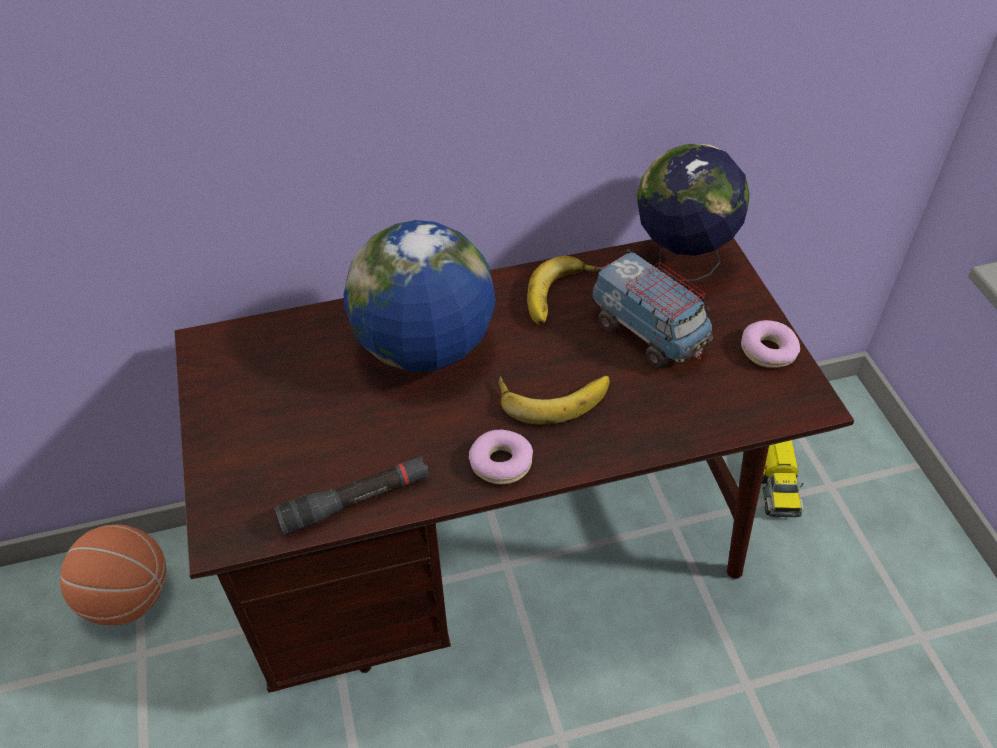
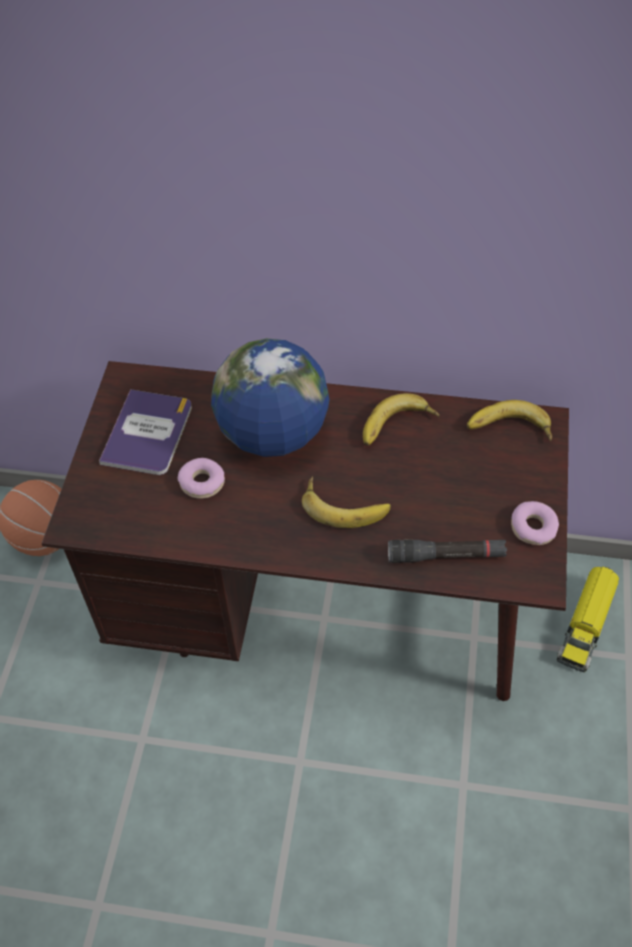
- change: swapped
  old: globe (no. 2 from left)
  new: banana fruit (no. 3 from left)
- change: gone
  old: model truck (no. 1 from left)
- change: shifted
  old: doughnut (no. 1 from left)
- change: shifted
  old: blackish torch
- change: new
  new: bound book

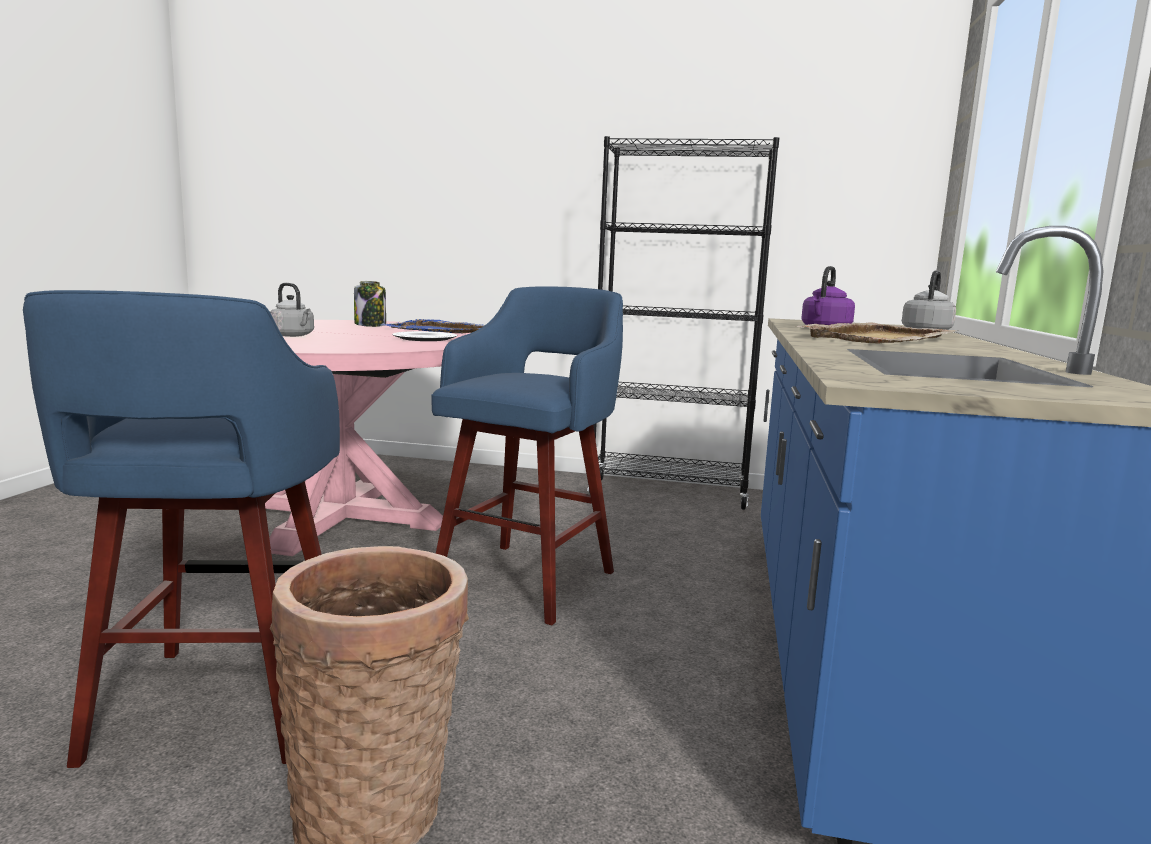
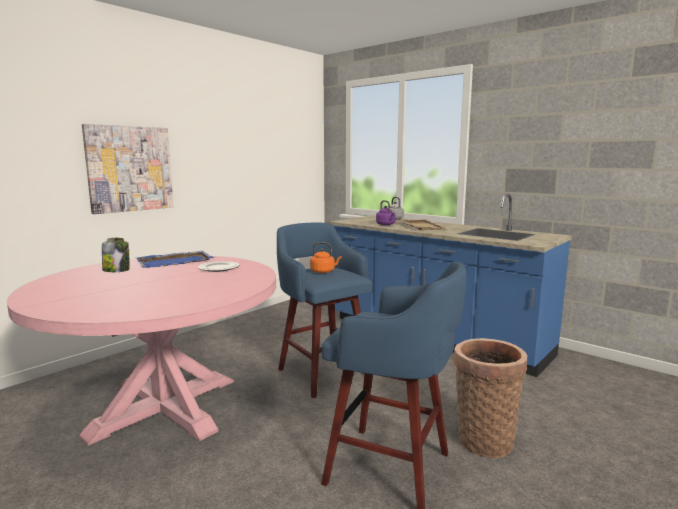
- change: gone
  old: blackish bookshelf
- change: gone
  old: gray tea kettle (no. 1 from left)
- change: new
  new: picture
- change: new
  new: orangey tea kettle

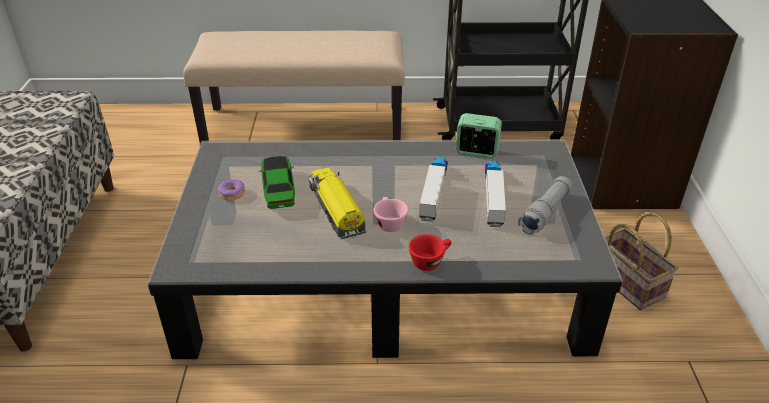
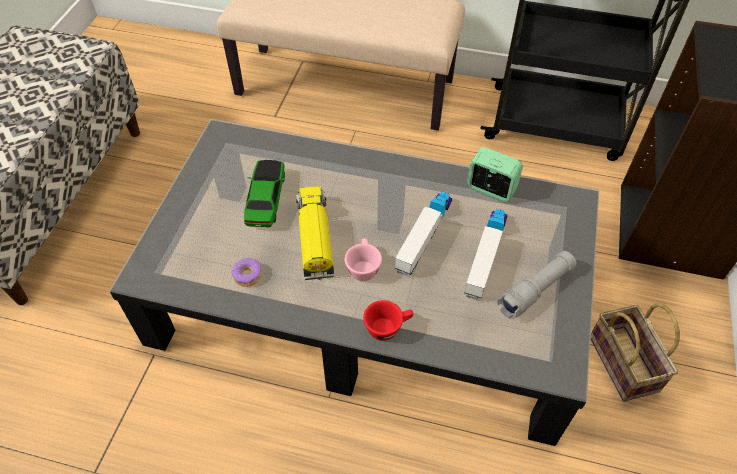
- change: shifted
  old: doughnut

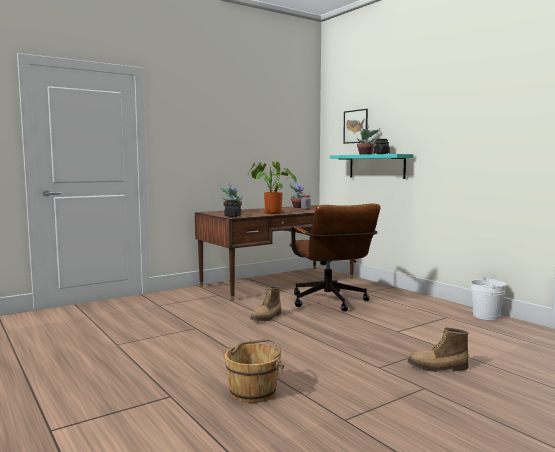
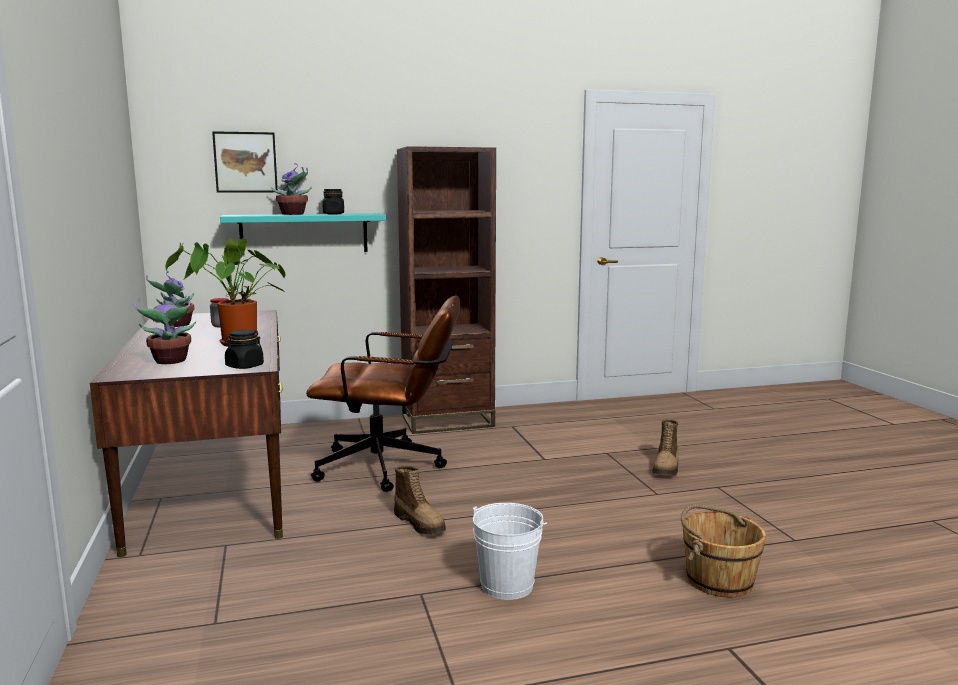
- change: shifted
  old: white-coloured water bucket
- change: new
  new: brown-coloured bookshelf

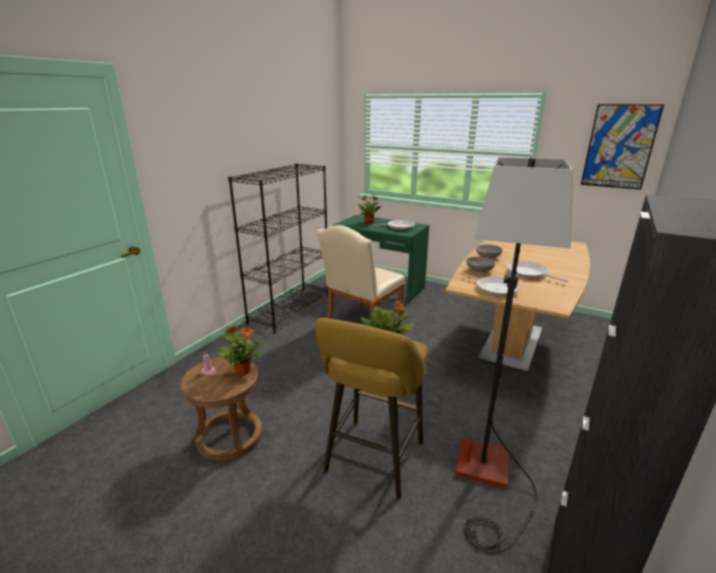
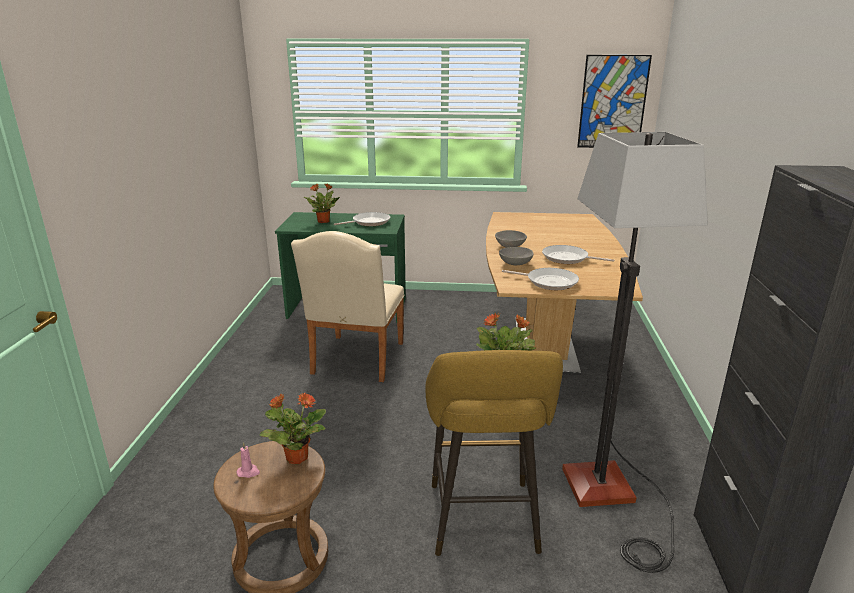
- change: gone
  old: blackish bookshelf

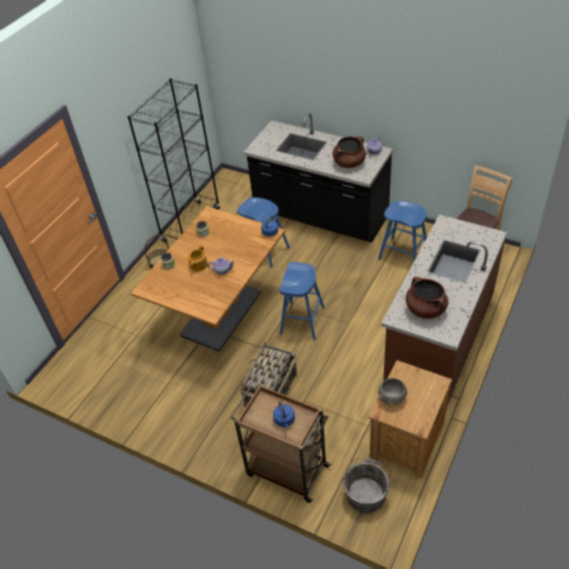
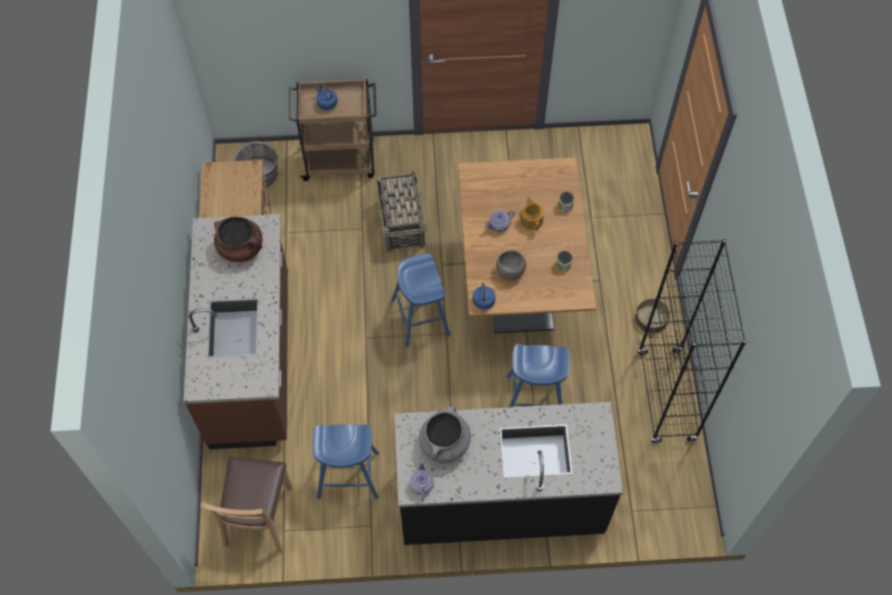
- change: repainted
  old: brown-coloured saucepot (no. 1 from left)
  new: gray saucepot
- change: shifted
  old: gray deep dish

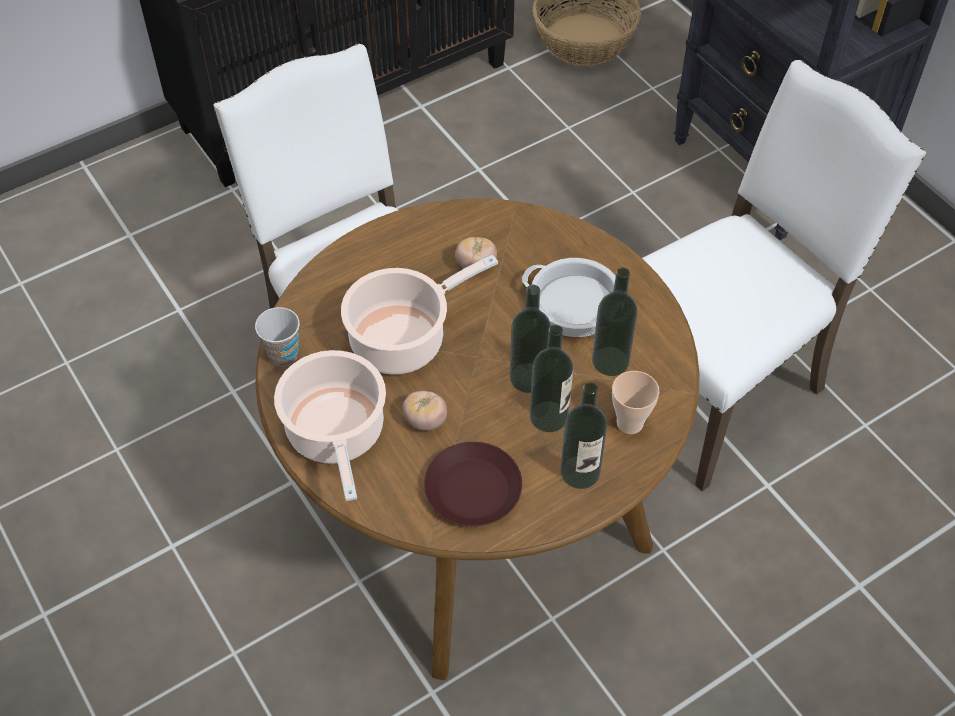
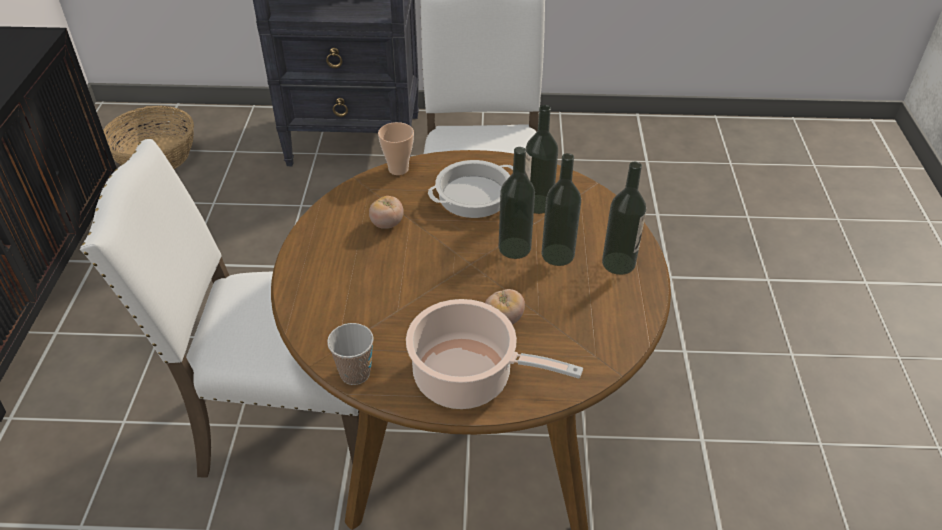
- change: gone
  old: saucepot (no. 2 from left)
- change: shifted
  old: drinking cup (no. 2 from left)
- change: gone
  old: brown-coloured flat dish

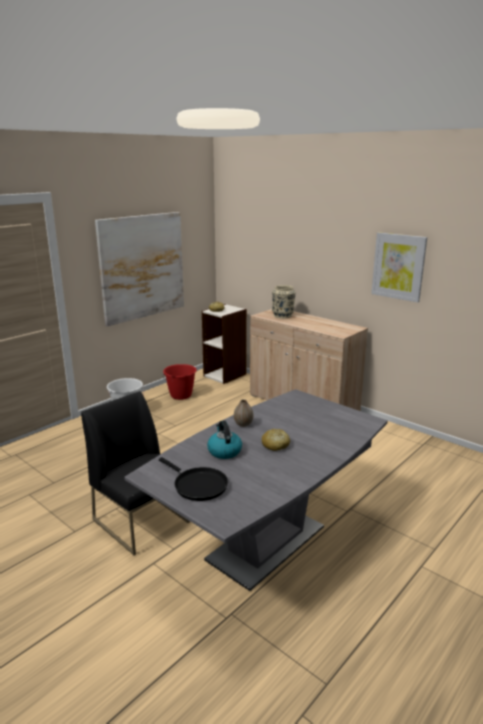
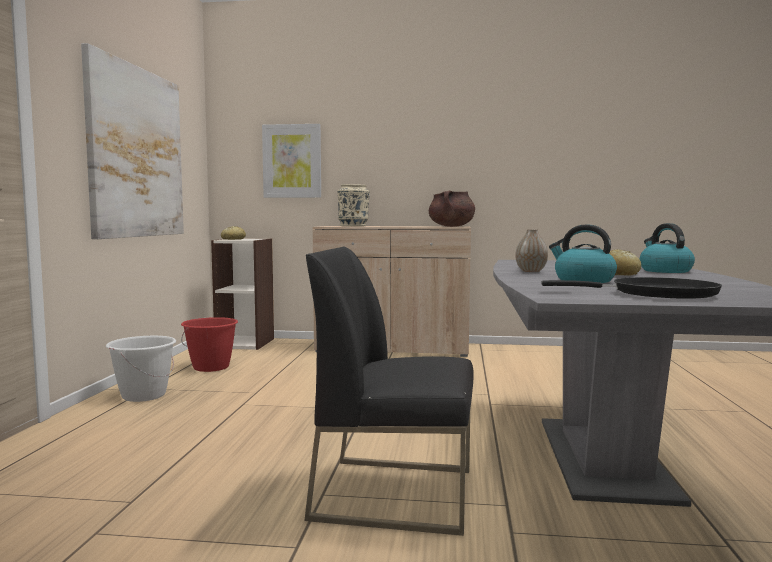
- change: shifted
  old: picture (no. 2 from left)
- change: new
  new: brown-coloured saucepot
- change: new
  new: tea kettle (no. 2 from left)

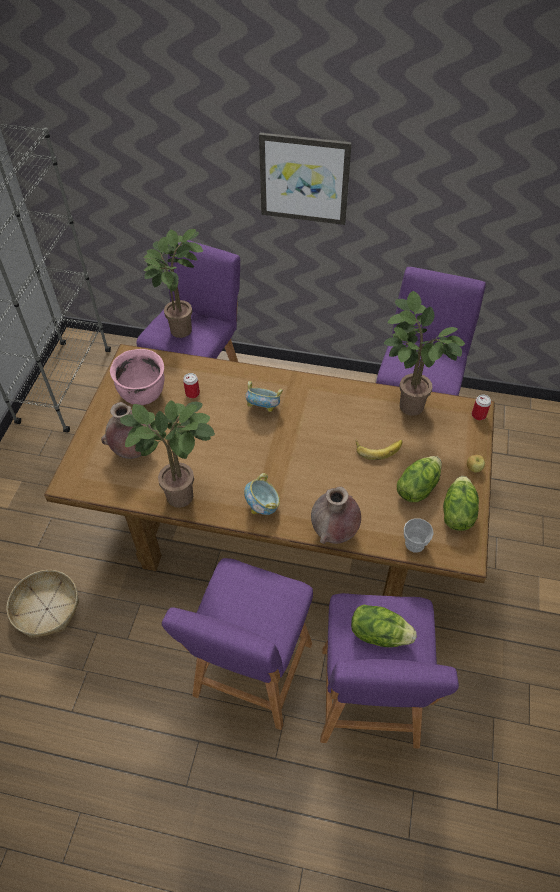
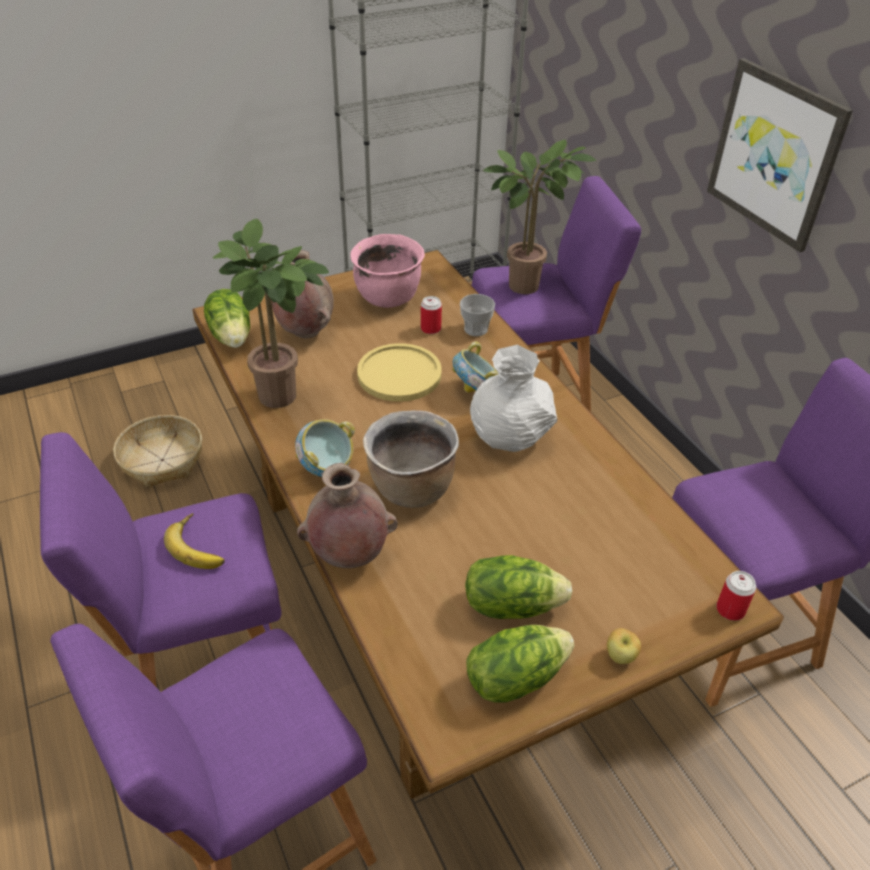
- change: gone
  old: houseplant (no. 3 from left)
- change: shifted
  old: banana fruit
- change: shifted
  old: drinking cup
- change: shifted
  old: head of lettuce (no. 1 from left)
- change: new
  new: yellowish flat dish
- change: new
  new: white-coloured decorative vase
- change: new
  new: brown-coloured saucepot

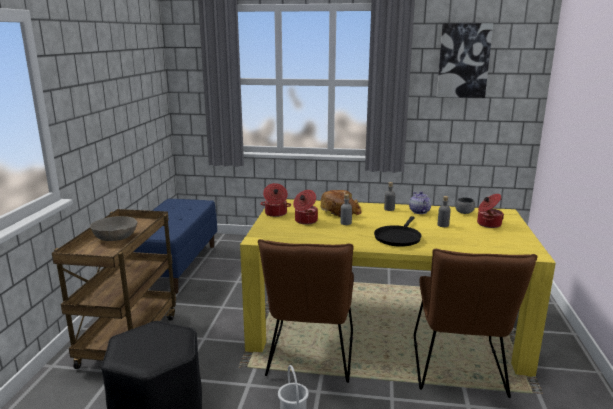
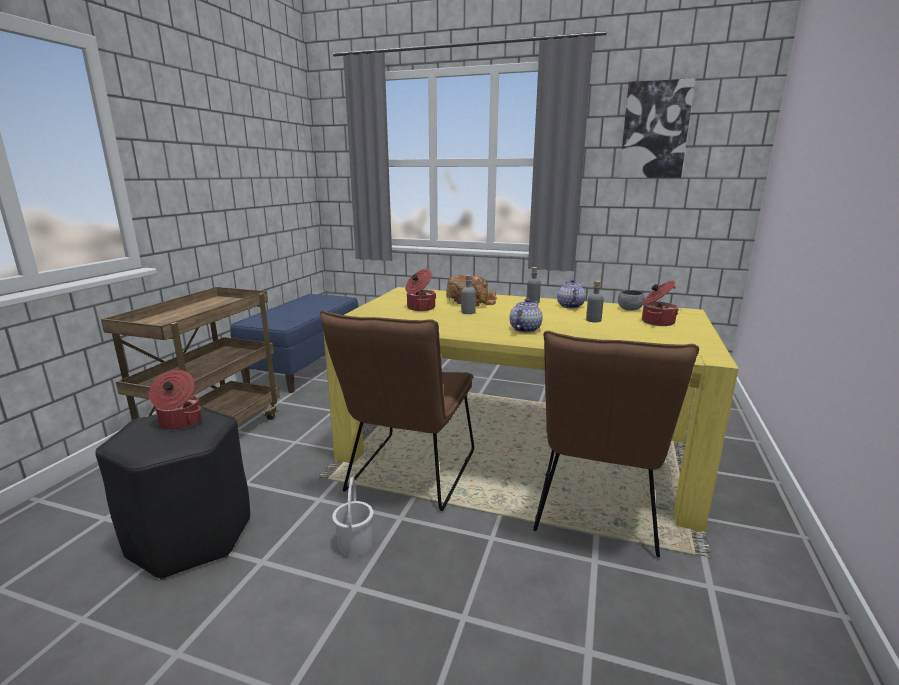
- change: shifted
  old: saucepot (no. 1 from left)
- change: gone
  old: gray deep dish (no. 1 from left)
- change: swapped
  old: blackish pan
  new: tea pot (no. 1 from left)

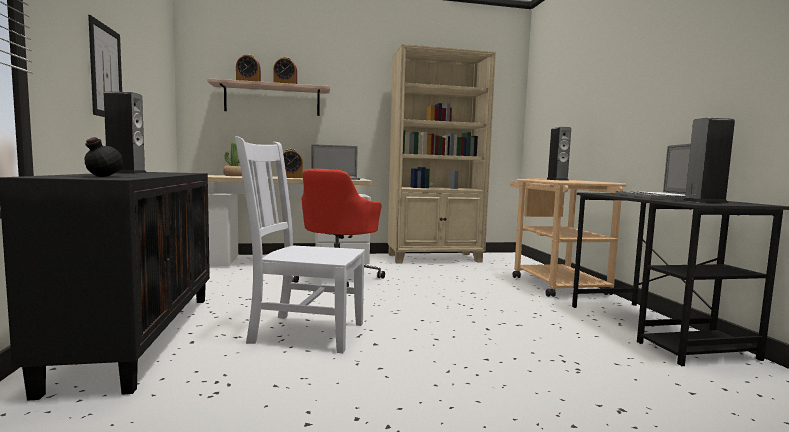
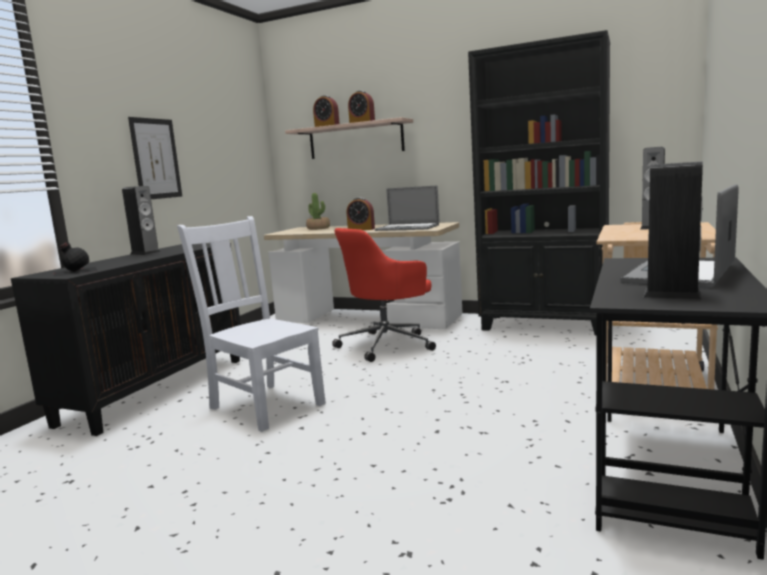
- change: repainted
  old: sand-coloured bookshelf
  new: blackish bookshelf

